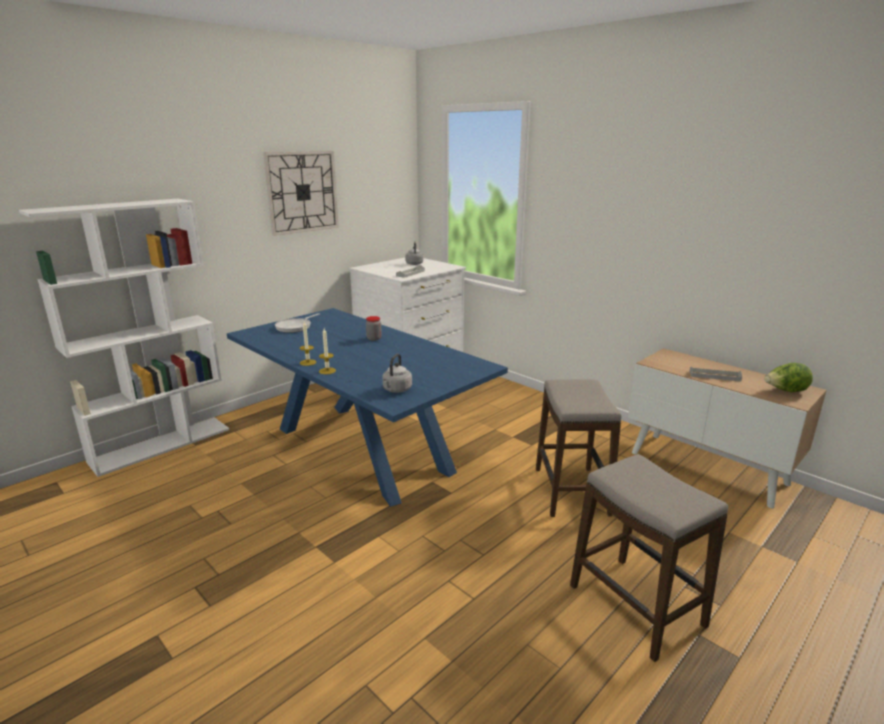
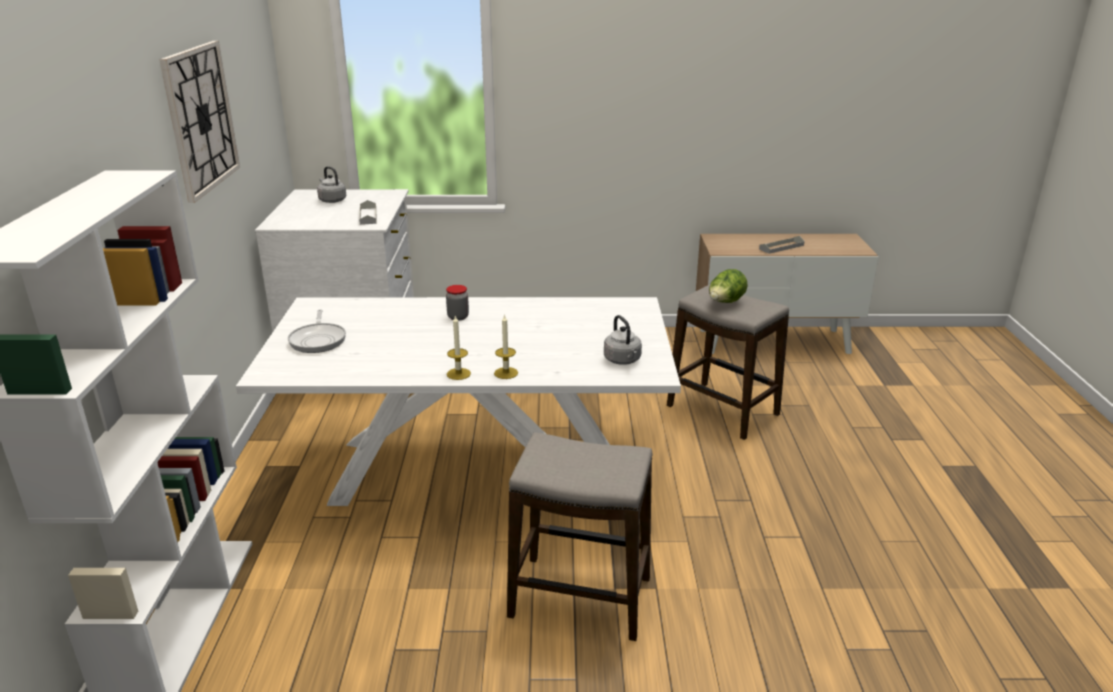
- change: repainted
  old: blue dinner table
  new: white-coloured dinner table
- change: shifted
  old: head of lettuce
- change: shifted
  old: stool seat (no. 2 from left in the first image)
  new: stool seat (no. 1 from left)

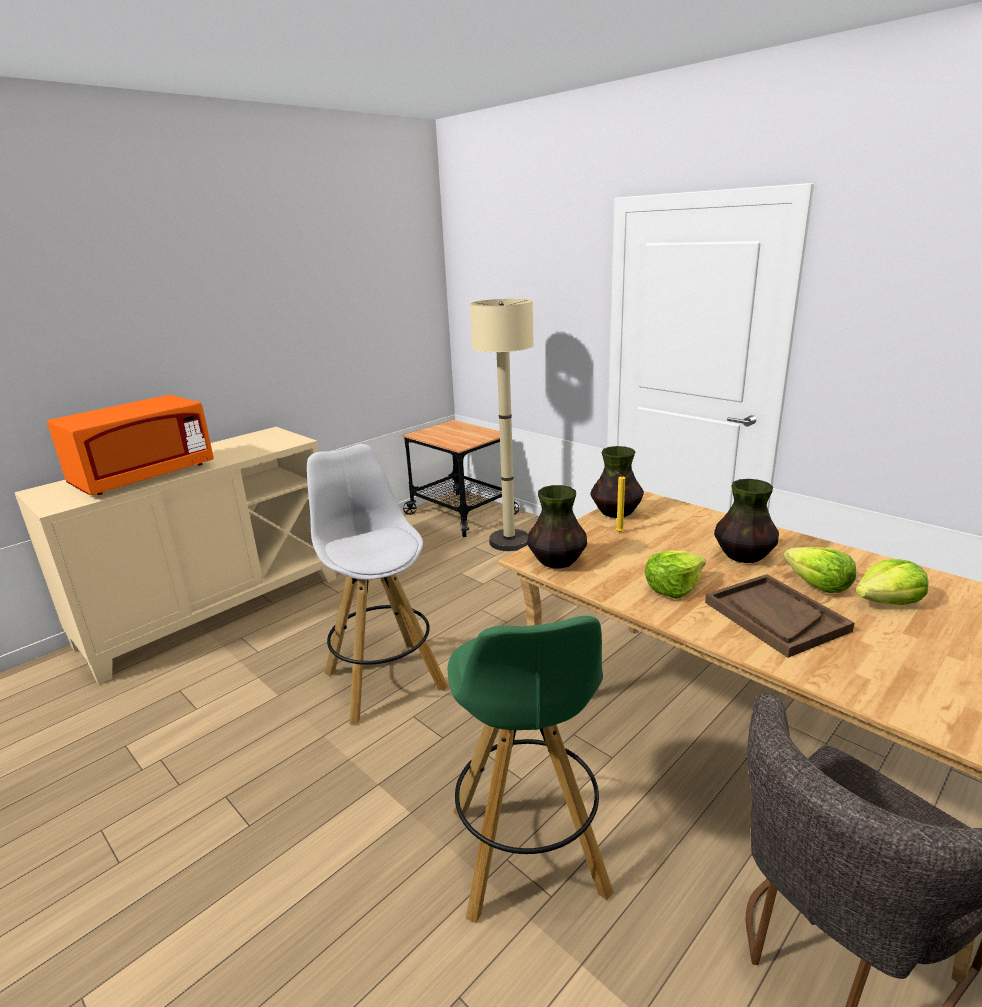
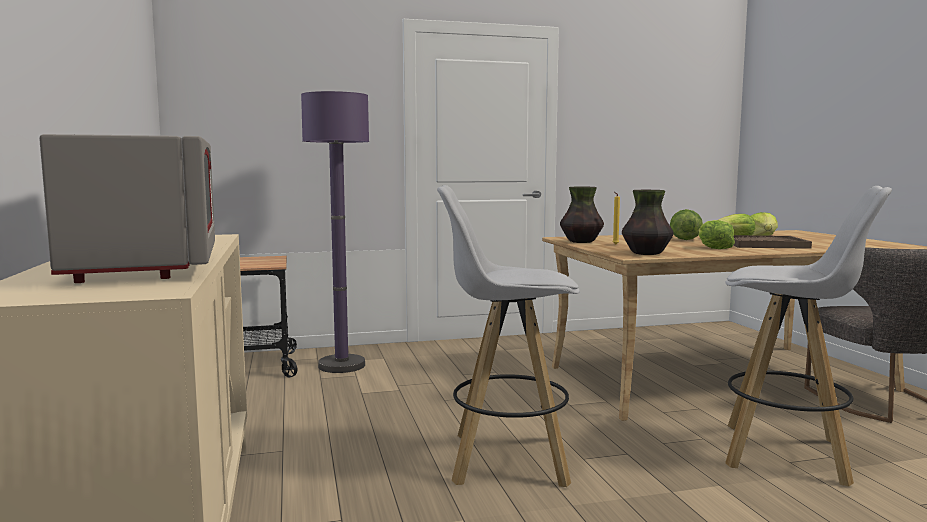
- change: repainted
  old: sand-coloured standard lamp
  new: purple-coloured standard lamp
- change: repainted
  old: orangey microwave oven
  new: gray microwave oven
- change: swapped
  old: decorative vase (no. 3 from left)
  new: head of lettuce (no. 1 from left)
- change: repainted
  old: greenish stool seat
  new: white-coloured stool seat (no. 2 from left)

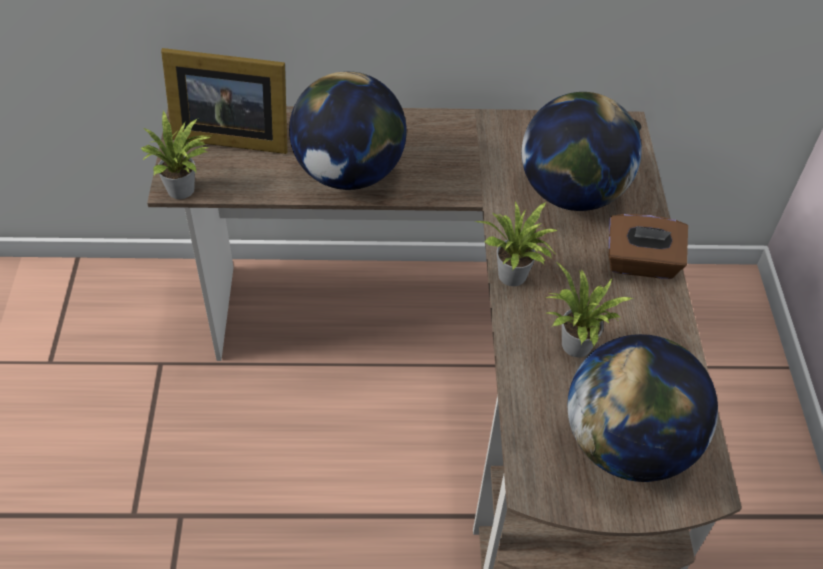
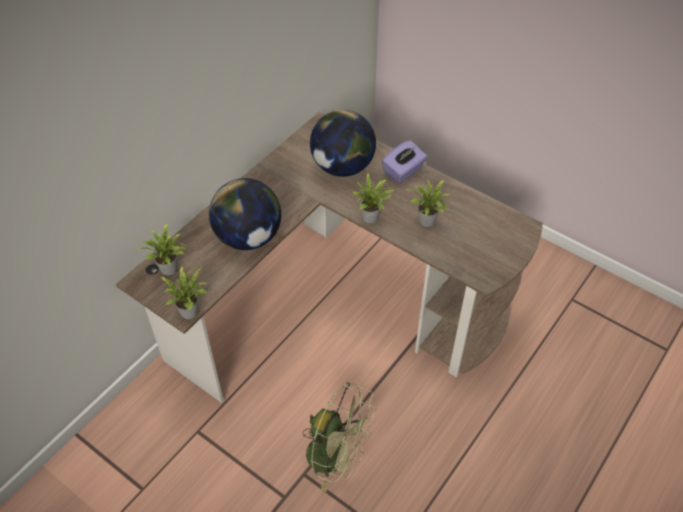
- change: swapped
  old: picture frame
  new: houseplant (no. 1 from left)
- change: repainted
  old: brown-coloured tissue box
  new: purple-coloured tissue box
- change: gone
  old: globe (no. 3 from left)
- change: new
  new: greenish electric fan

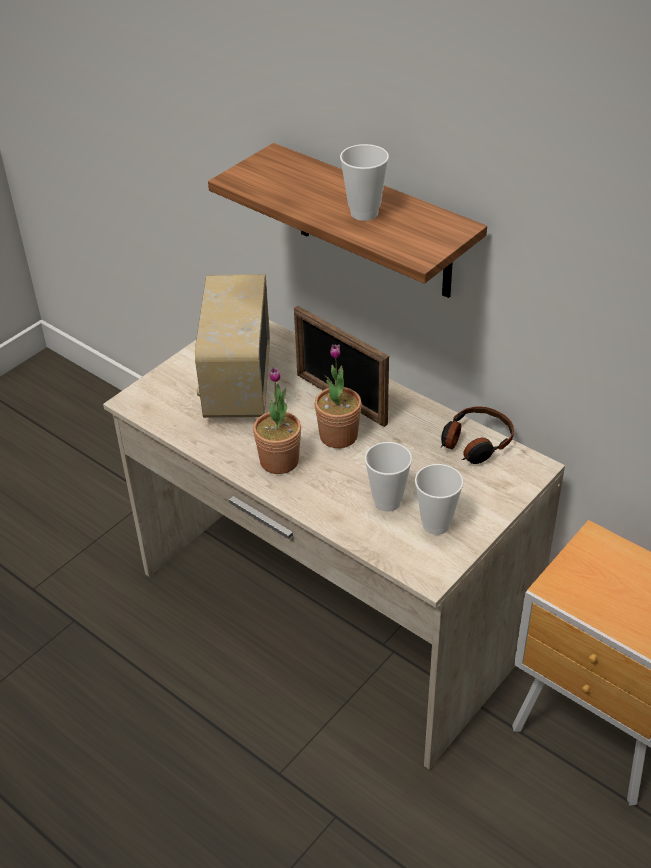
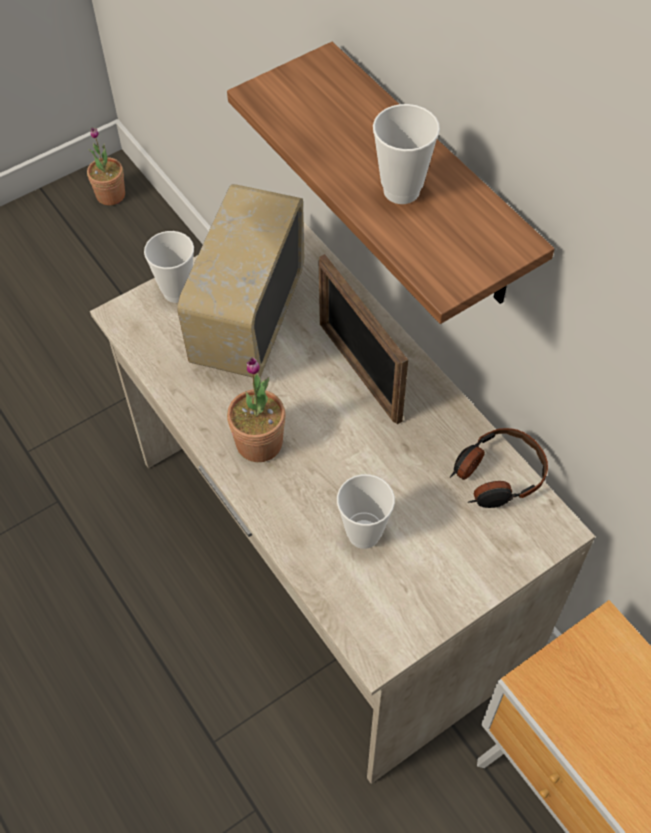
- change: shifted
  old: houseplant (no. 2 from left in the first image)
  new: houseplant (no. 1 from left)
- change: shifted
  old: drinking cup (no. 3 from left in the first image)
  new: drinking cup (no. 1 from left)

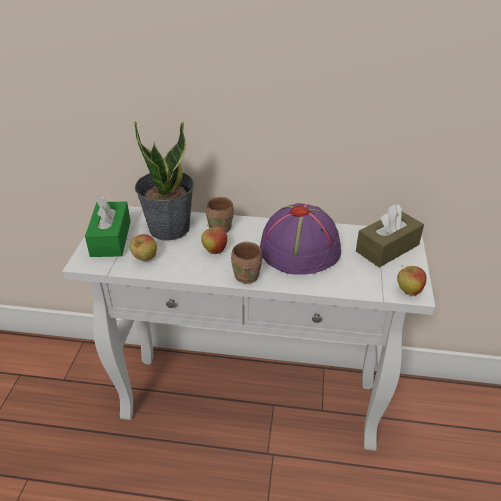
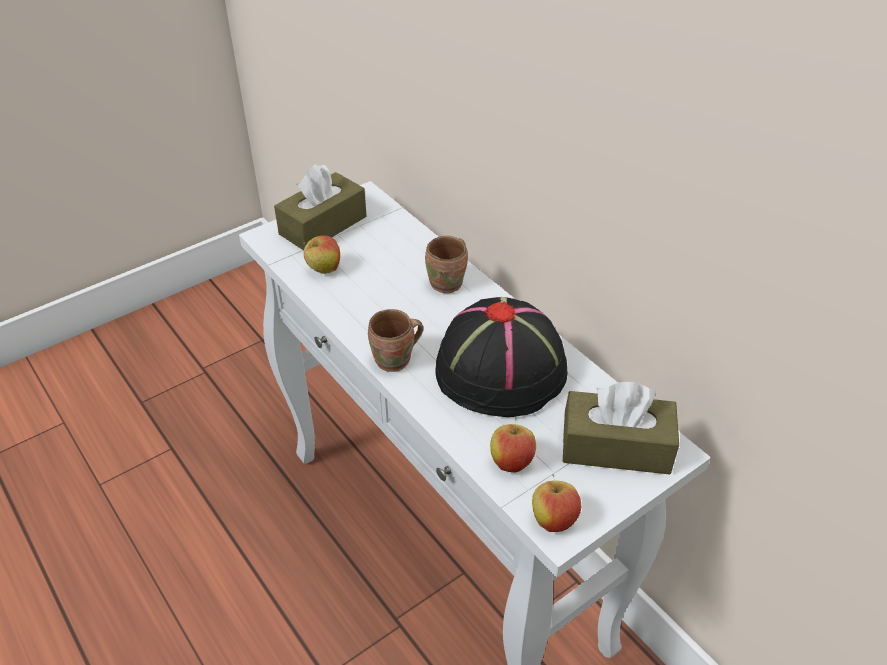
- change: gone
  old: houseplant
- change: repainted
  old: greenish tissue box
  new: brown-coloured tissue box (no. 1 from left)
- change: repainted
  old: purple-coloured wearable hat
  new: blackish wearable hat
- change: shifted
  old: whole apple (no. 2 from left)

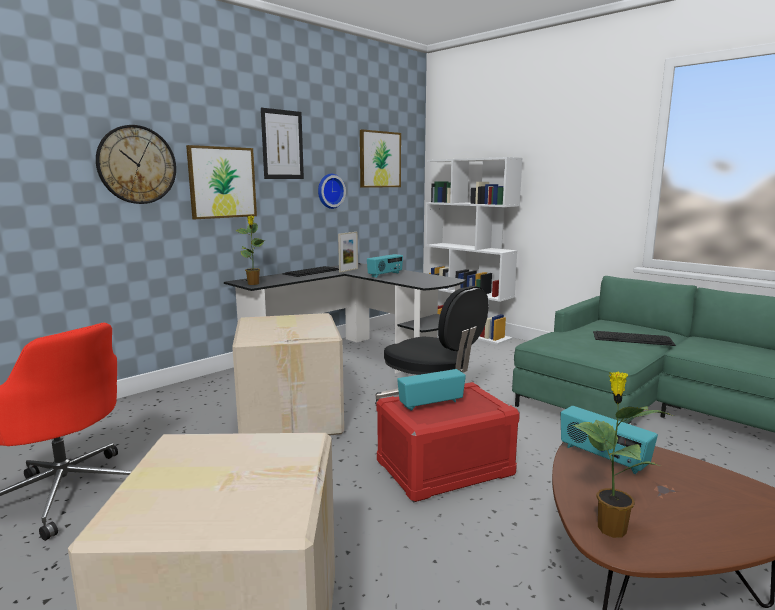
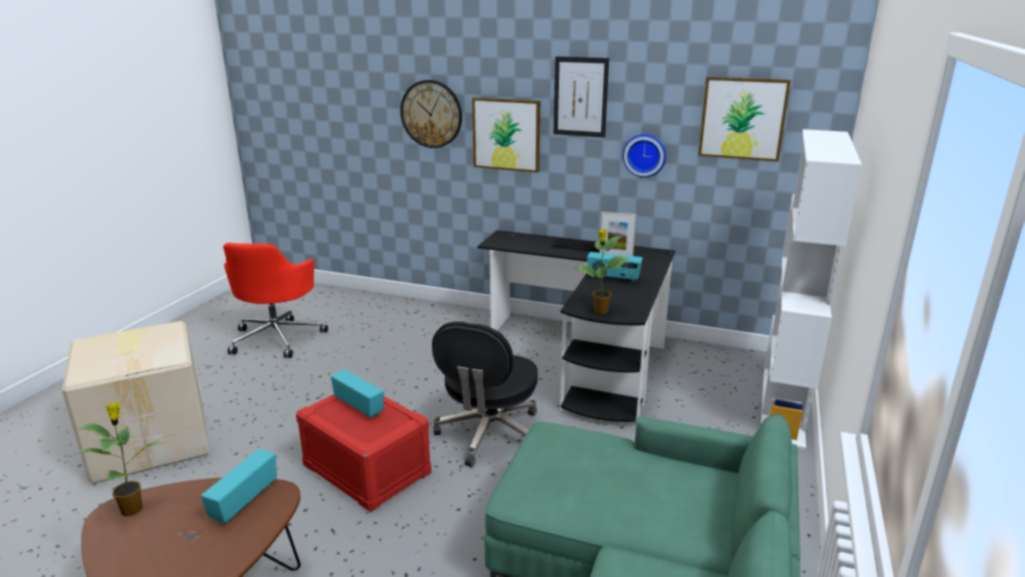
- change: shifted
  old: houseplant (no. 1 from left in the first image)
  new: houseplant (no. 2 from left)
- change: gone
  old: cardboard box (no. 2 from left)
- change: gone
  old: computer keyboard (no. 2 from left)

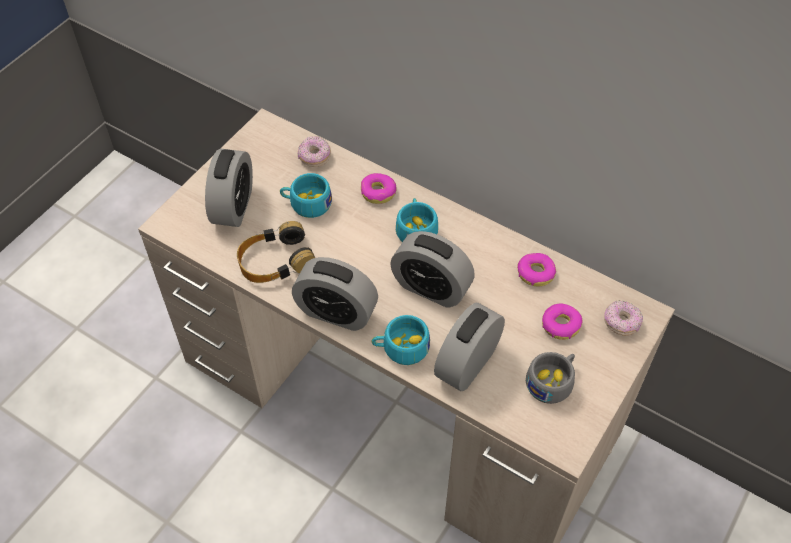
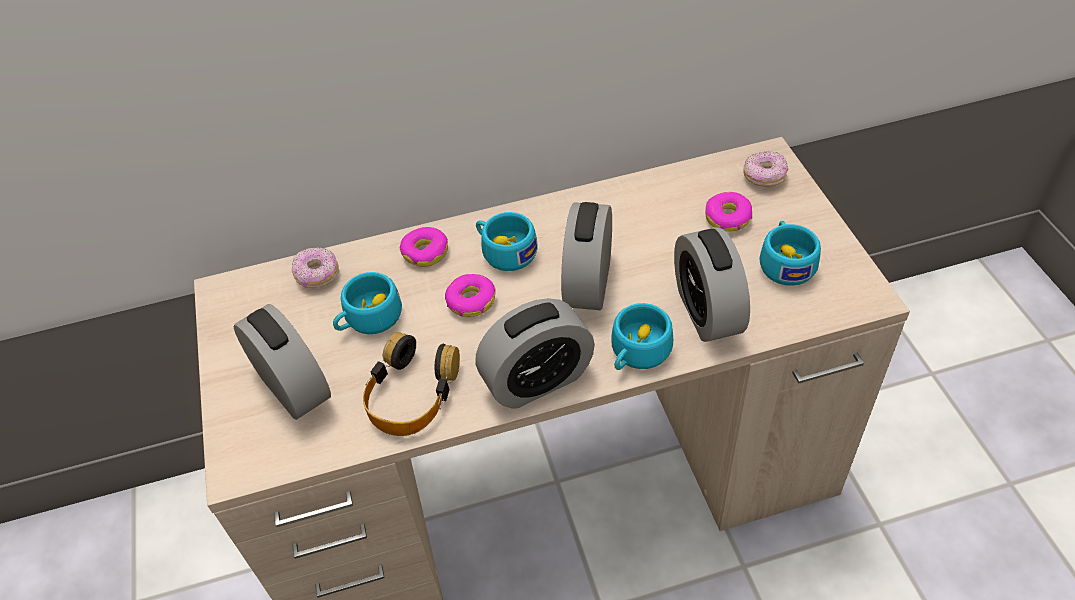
- change: rotated
  old: table clock (no. 3 from left)
  degrees: 120
- change: shifted
  old: doughnut (no. 3 from left)
- change: repainted
  old: gray drinking cup
  new: turquoise drinking cup (no. 4 from left)

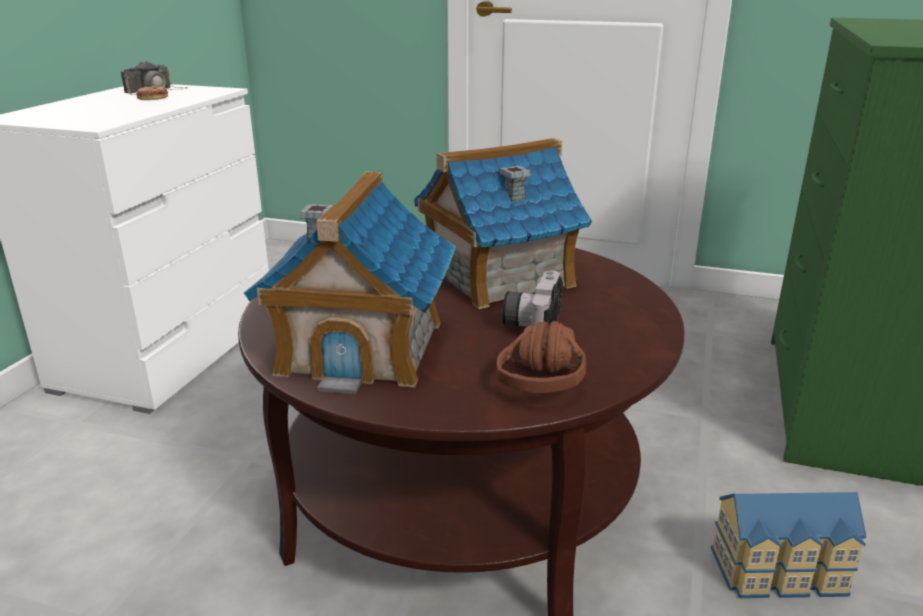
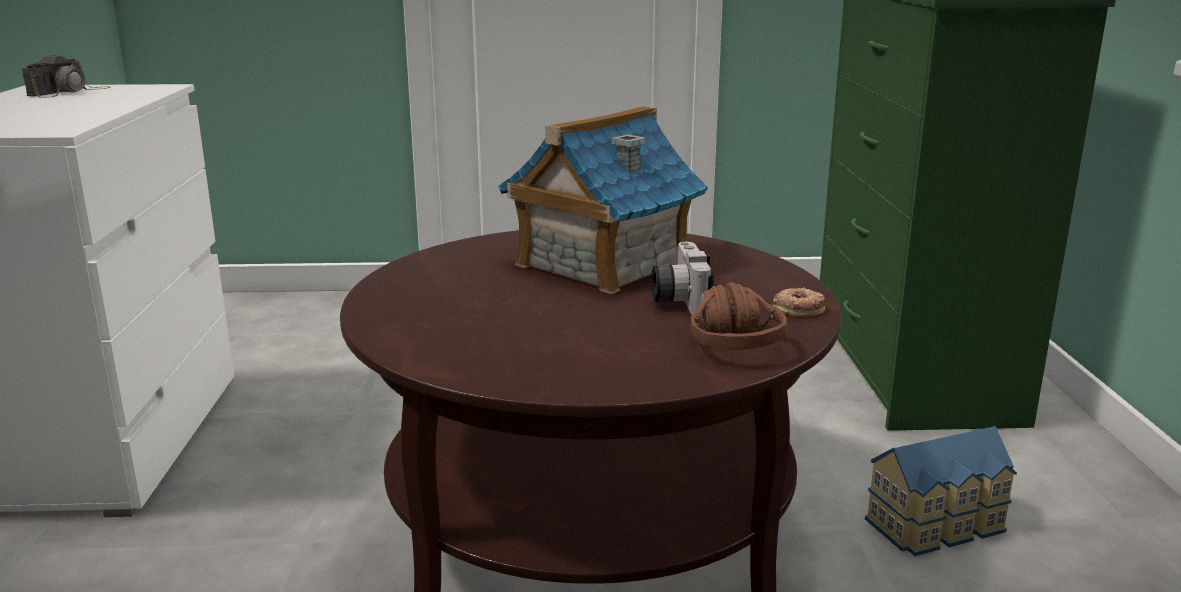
- change: shifted
  old: doughnut
- change: gone
  old: miniature house (no. 1 from left)

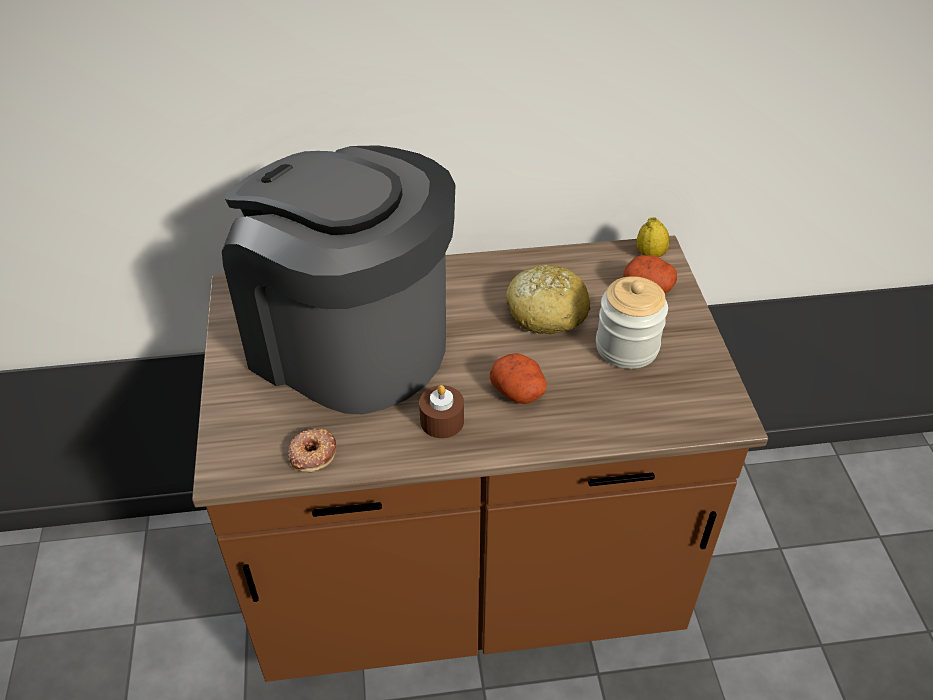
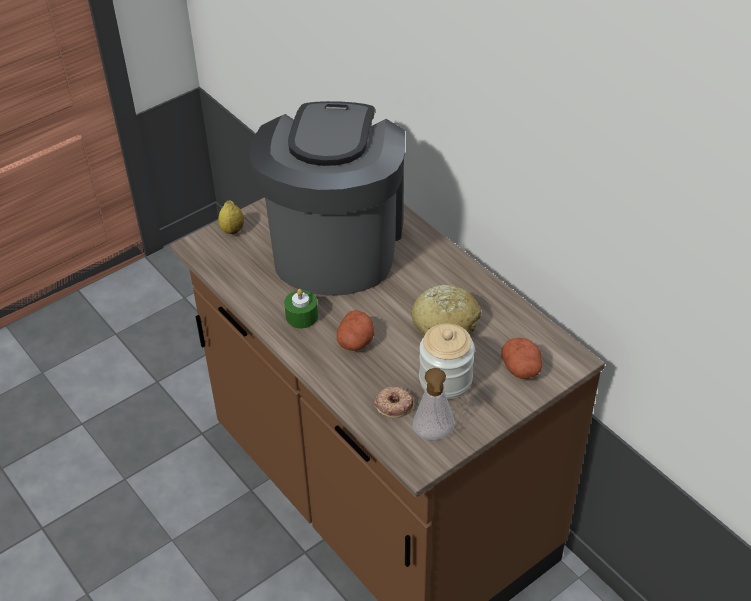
- change: shifted
  old: citrus fruit
- change: repainted
  old: brown-coloured wax light
  new: greenish wax light
- change: shifted
  old: doughnut
- change: new
  new: soap dispenser

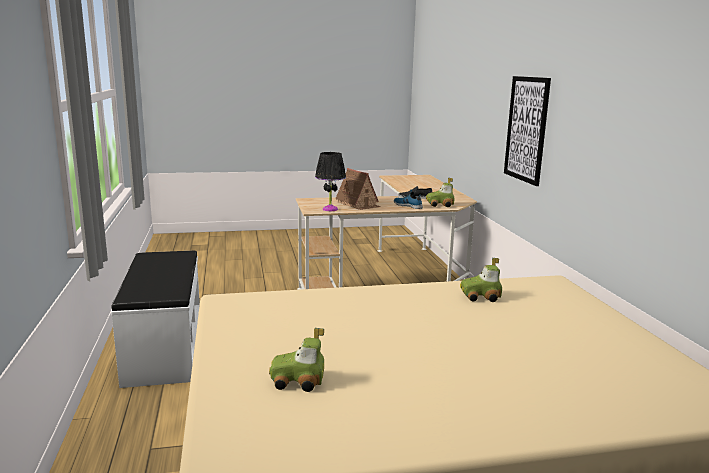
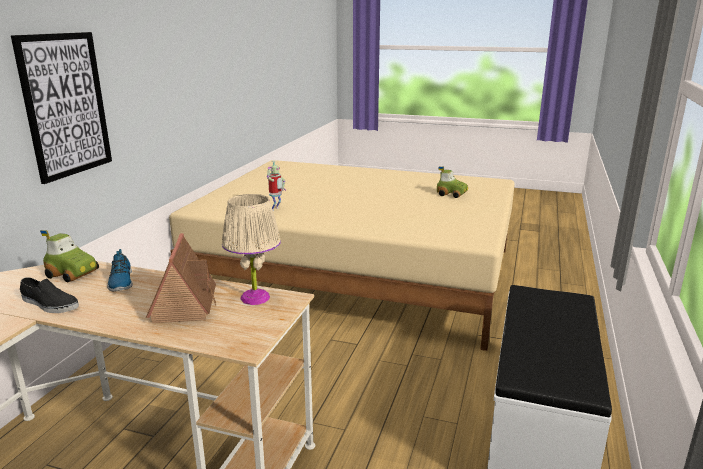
- change: repainted
  old: blackish tabletop lamp
  new: sand-coloured tabletop lamp
- change: swapped
  old: model car (no. 3 from left)
  new: model robot

